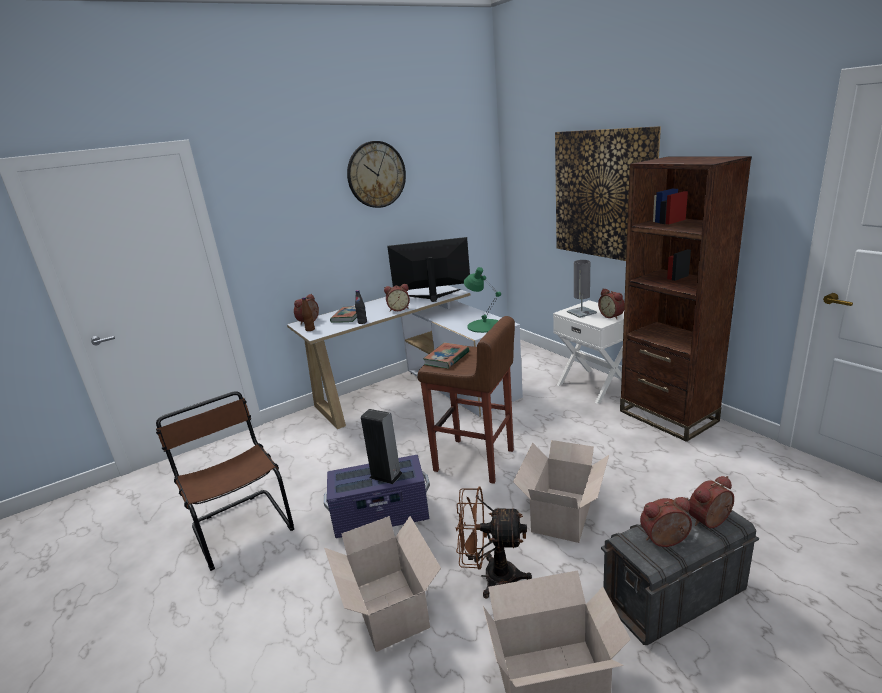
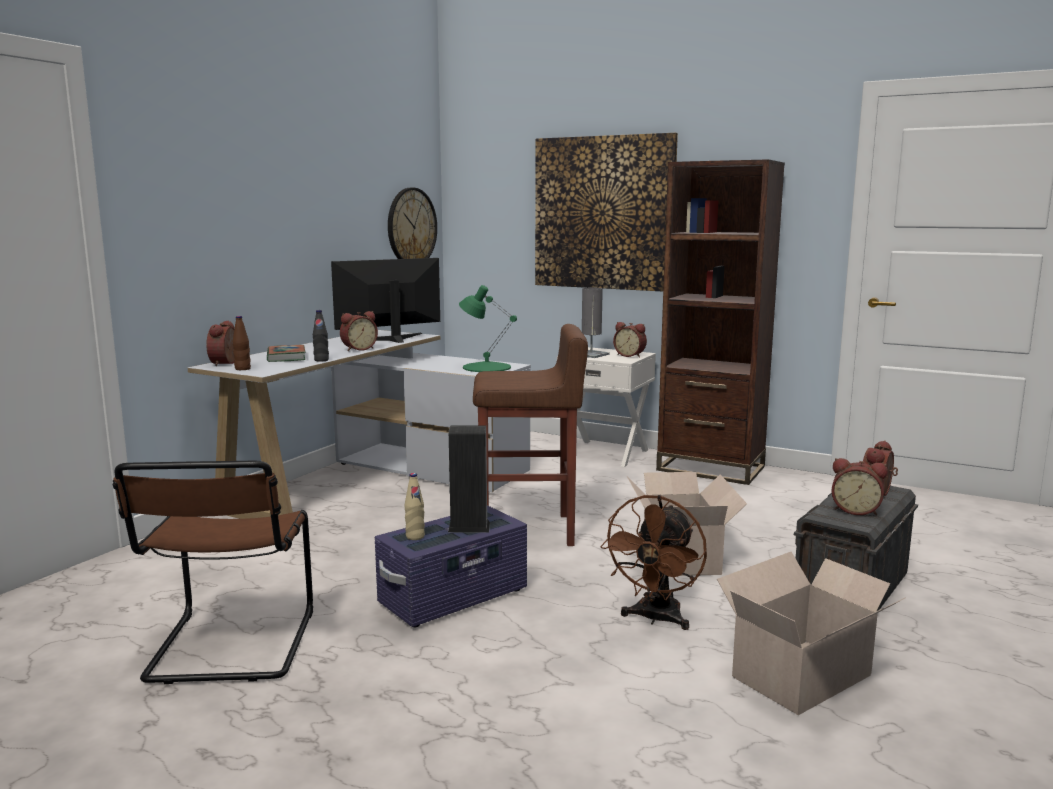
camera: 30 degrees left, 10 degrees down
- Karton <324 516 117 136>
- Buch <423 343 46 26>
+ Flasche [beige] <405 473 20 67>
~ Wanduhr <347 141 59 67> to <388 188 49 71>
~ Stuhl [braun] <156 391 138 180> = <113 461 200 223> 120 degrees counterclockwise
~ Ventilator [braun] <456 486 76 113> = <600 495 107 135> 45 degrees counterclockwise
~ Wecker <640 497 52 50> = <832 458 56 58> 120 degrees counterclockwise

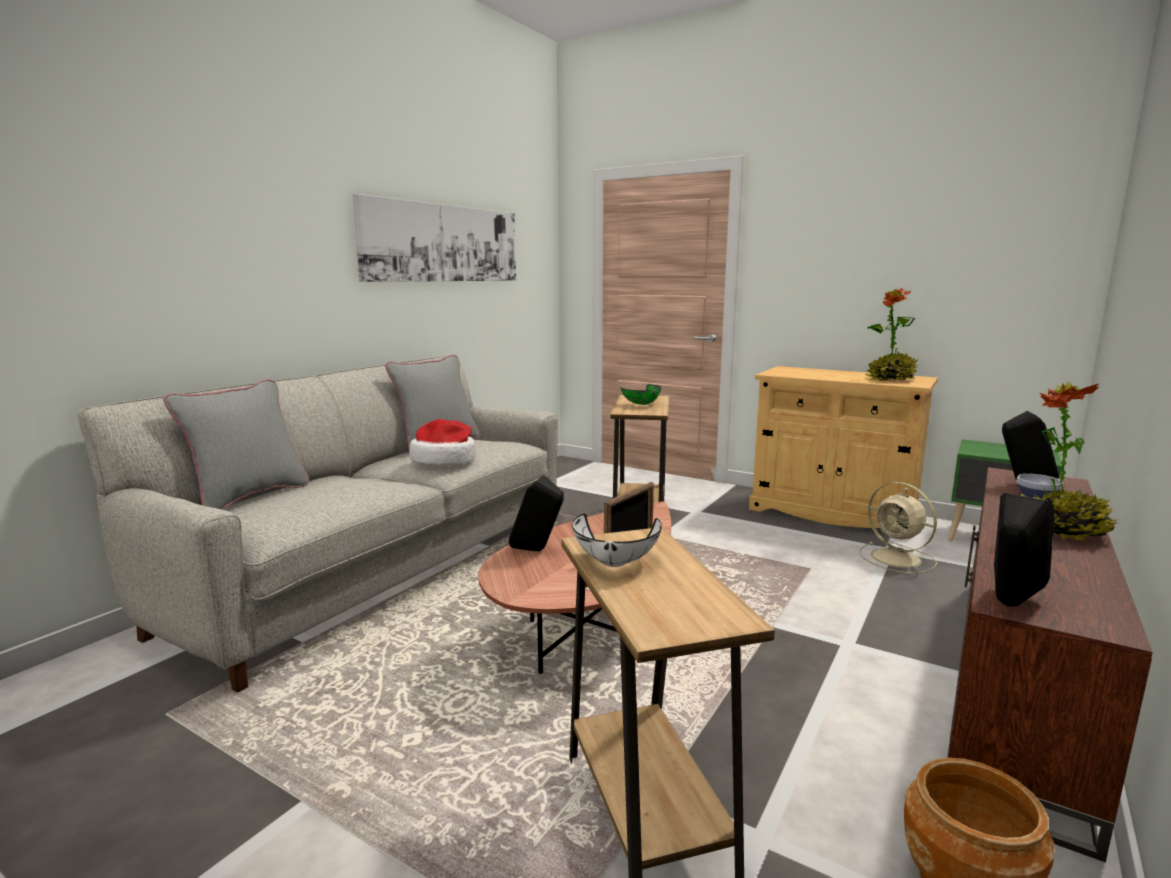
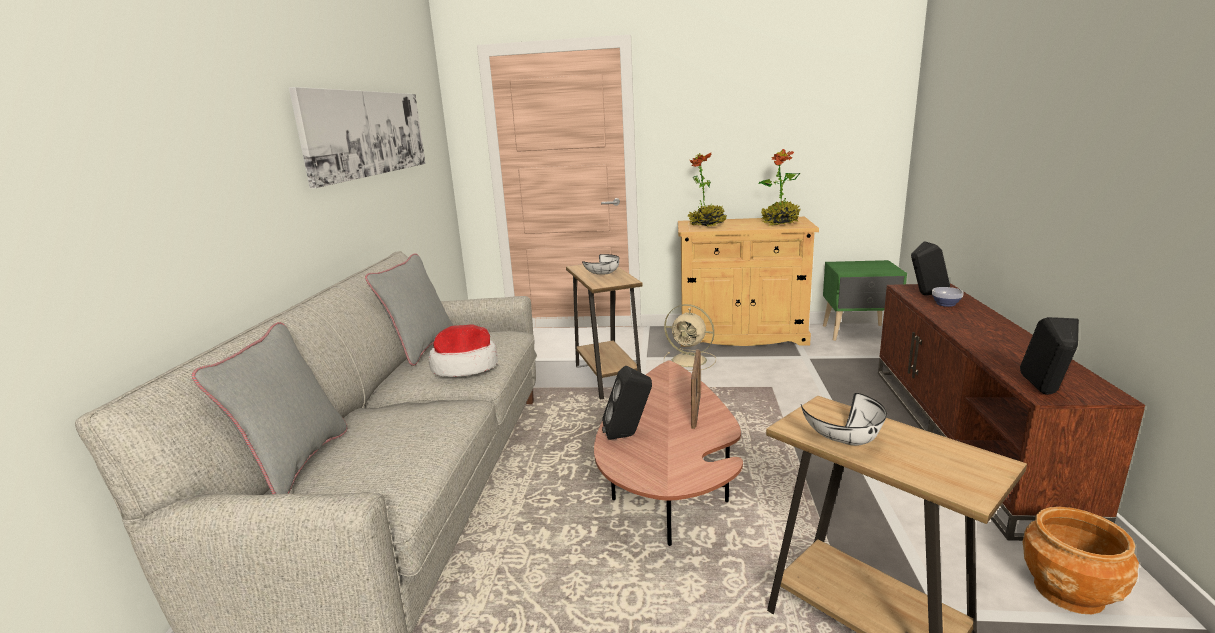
camera: 25 degrees left, 5 degrees up
~ Ventilator [beige] <859 482 78 91> to <664 304 52 67>
~ Topfpflanze <1021 382 98 160> to <688 153 39 73>
~ Schüssel [grün] <621 384 41 21> to Schüssel [weiß] <582 254 37 21>

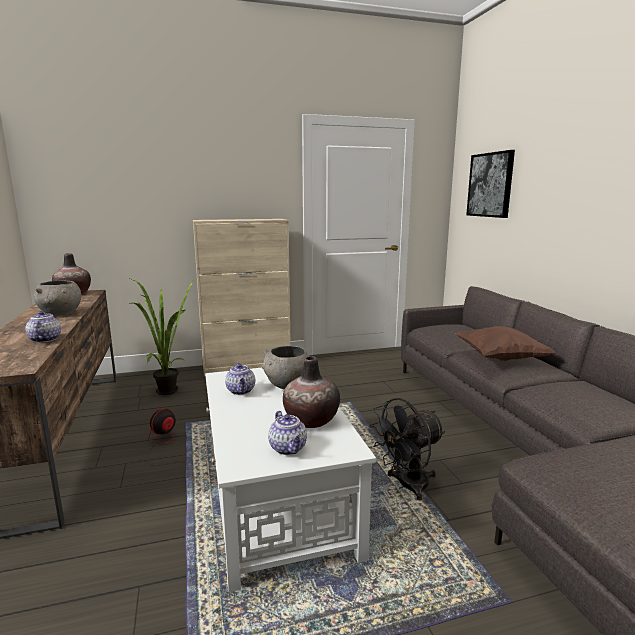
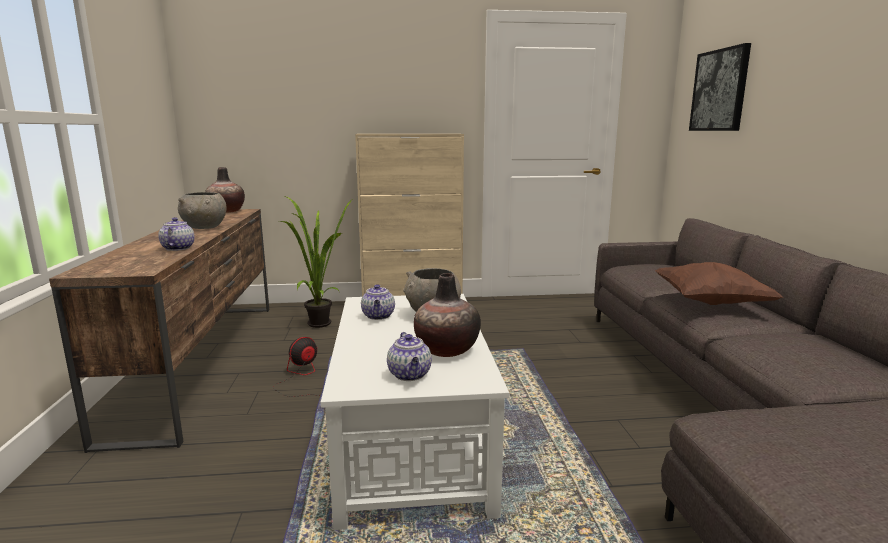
camera: 10 degrees right, 0 degrees up
- Ventilator [schwarz] <370 398 75 103>

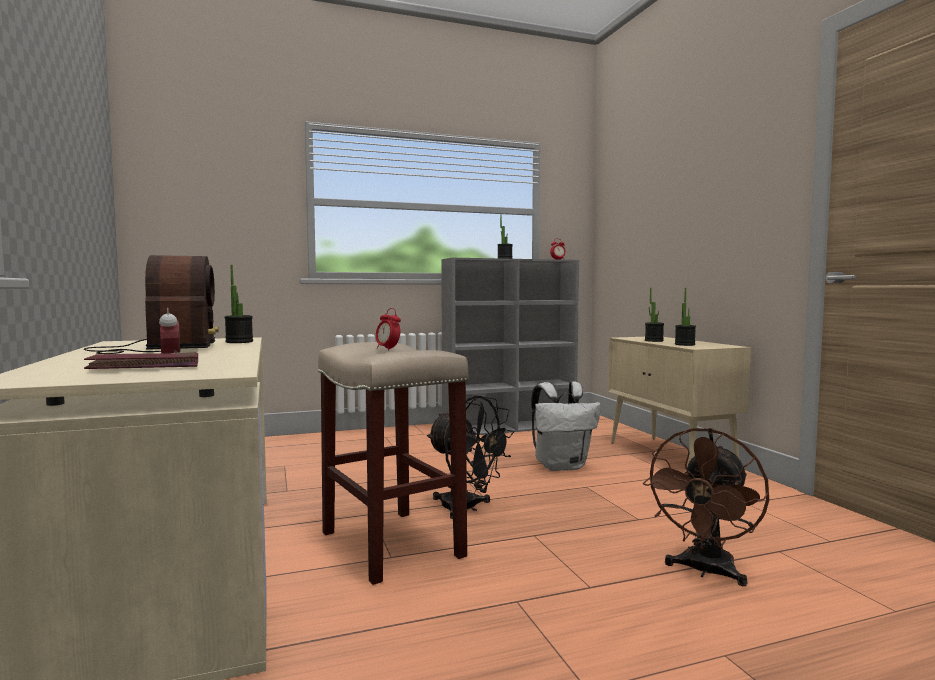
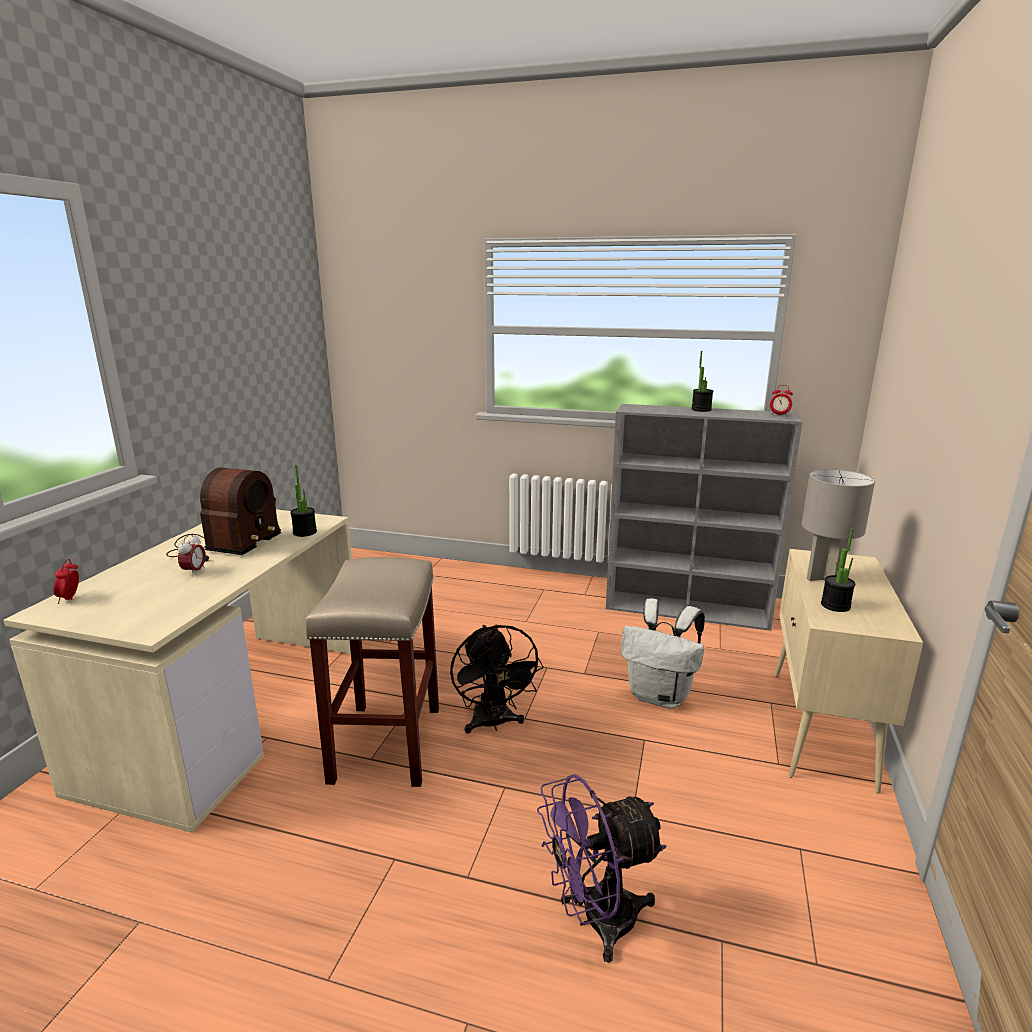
camera: 35 degrees right, 15 degrees up
- Buch [rot] <84 352 114 17>
~ Wecker <376 308 25 42> to <54 559 25 45>
~ Topfpflanze <645 288 19 54> to Tischlampe [grau] <802 469 73 112>
~ Ventilator [braun] <643 428 126 158> to Ventilator [lila] <537 774 129 189>

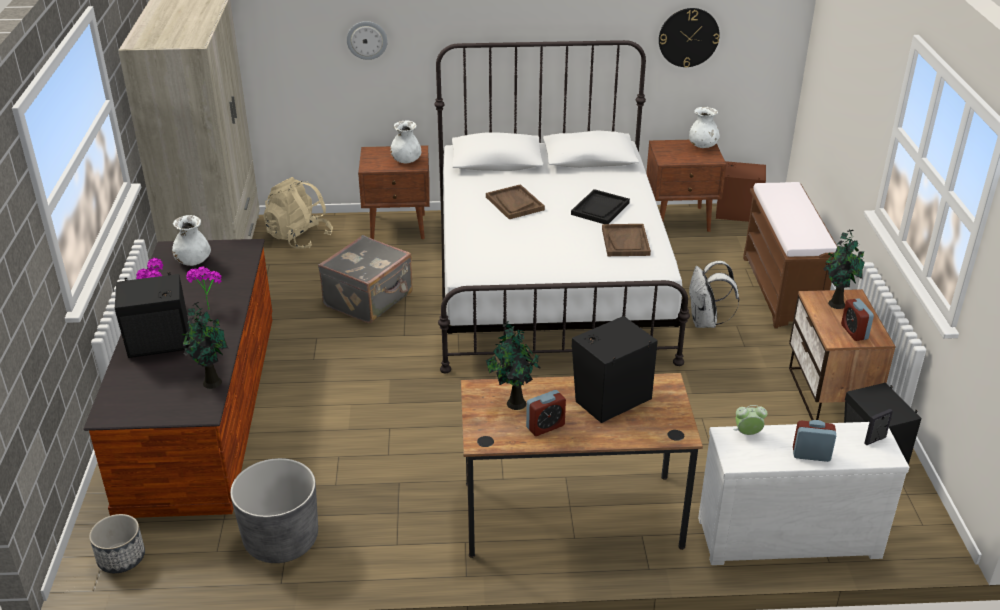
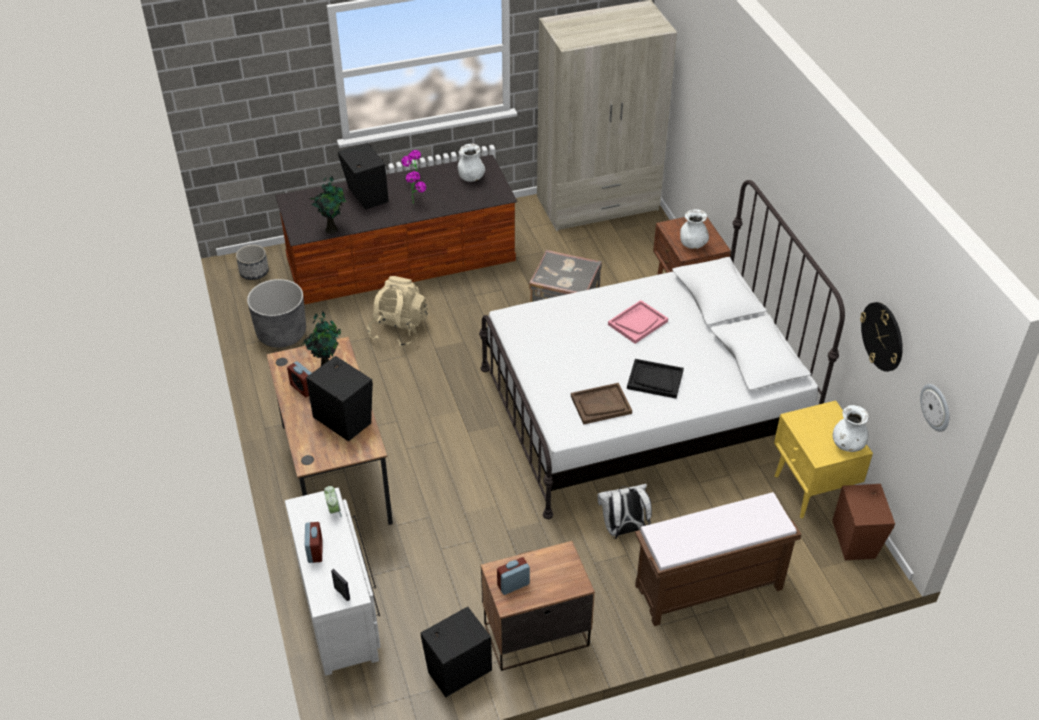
camera: 75 degrees right, 10 degrees up
- Topfpflanze <823 229 42 80>
~ Rucksack [beige] <263 177 70 72> to <367 276 61 71>
~ Wanduhr <347 21 41 39> to <920 384 29 48>
~ Tablett [braun] <486 184 59 35> to Tablett [rosa] <608 300 60 44>
~ Nachttisch [braun] <646 140 80 92> to Nachttisch [gelb] <774 400 99 118>

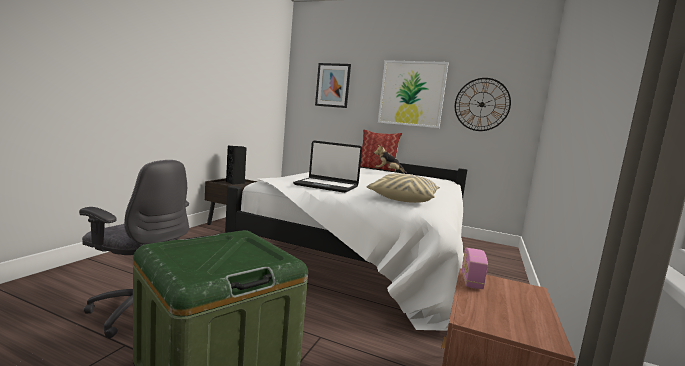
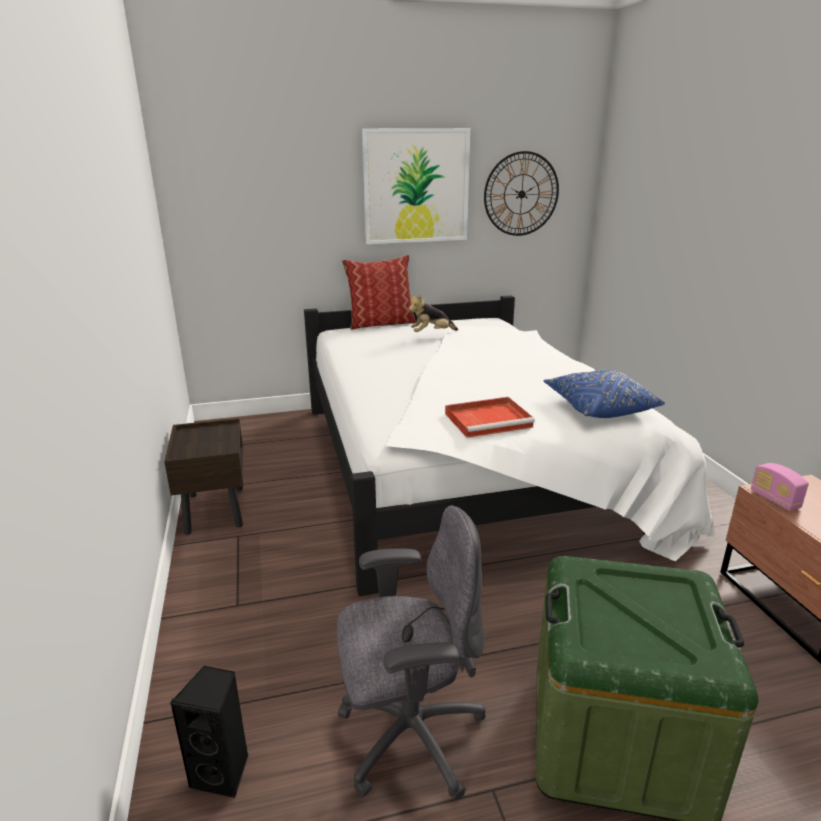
camera: 35 degrees left, 15 degrees up
- Bild <315 63 36 45>
~ Lautsprecher [schwarz] <226 146 21 39> to <170 665 78 134>
~ Laptop <293 141 69 52> to Tablett [rot] <445 397 90 41>
~ Kissen [beige] <367 174 73 29> to Kissen [blau] <544 370 121 48>

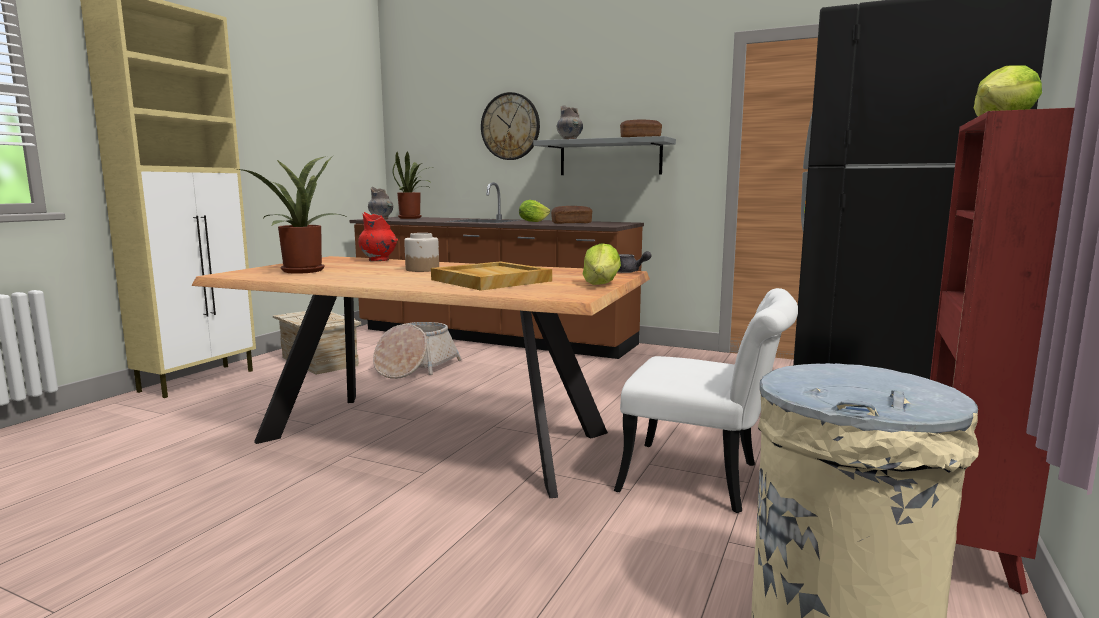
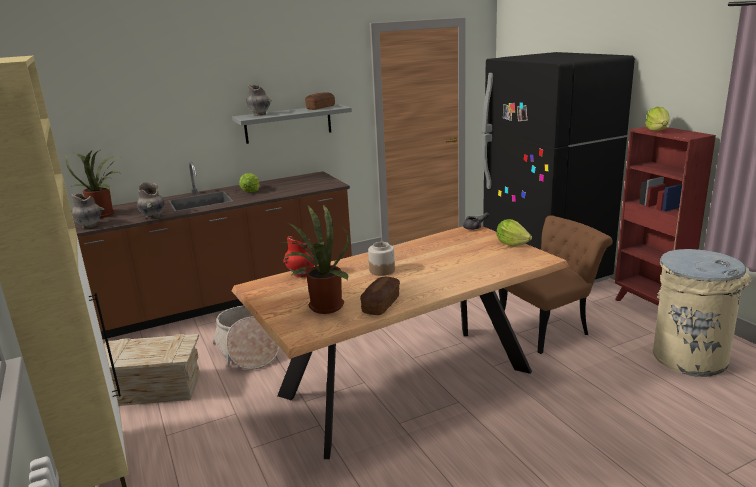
camera: 50 degrees left, 10 degrees up
- Tablett [beige] <431 262 121 29>
- Wanduhr <481 92 59 68>
+ Vase [grau] <137 182 28 37>
~ Brot <551 206 41 18> to <360 277 40 38>
~ Stuhl [weiß] <614 288 184 225> to Stuhl [braun] <499 215 114 139>

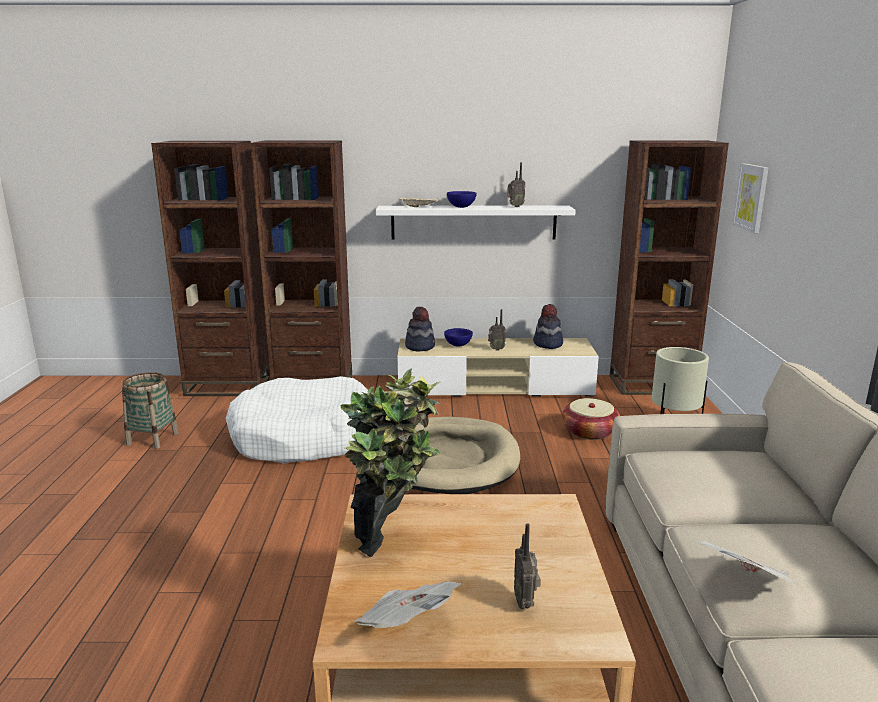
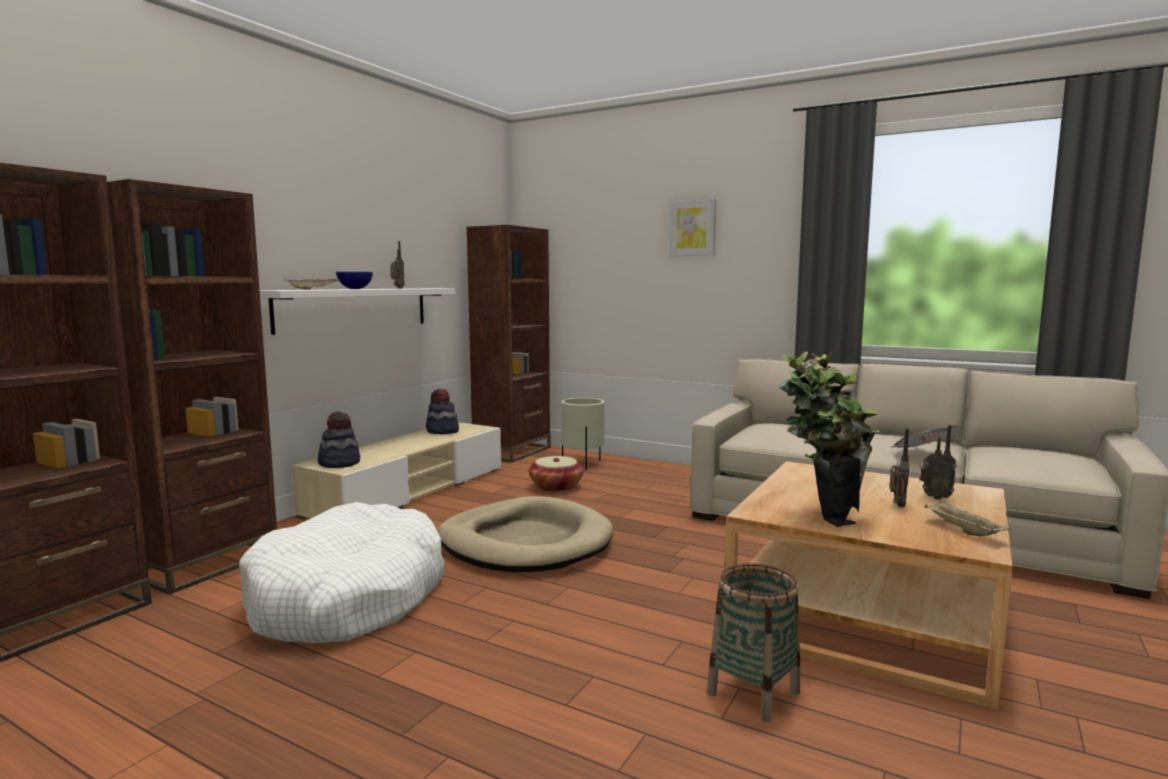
camera: 60 degrees left, 10 degrees down
- Schüssel [blau] <444 328 29 18>
~ Korb <122 372 57 77> to <707 563 93 159>
~ Radio <488 309 18 42> to <889 428 20 79>
~ Bild <732 163 36 70> to <669 198 47 58>
~ Zeitung <353 581 108 47> to Tablett [beige] <924 501 88 35>

